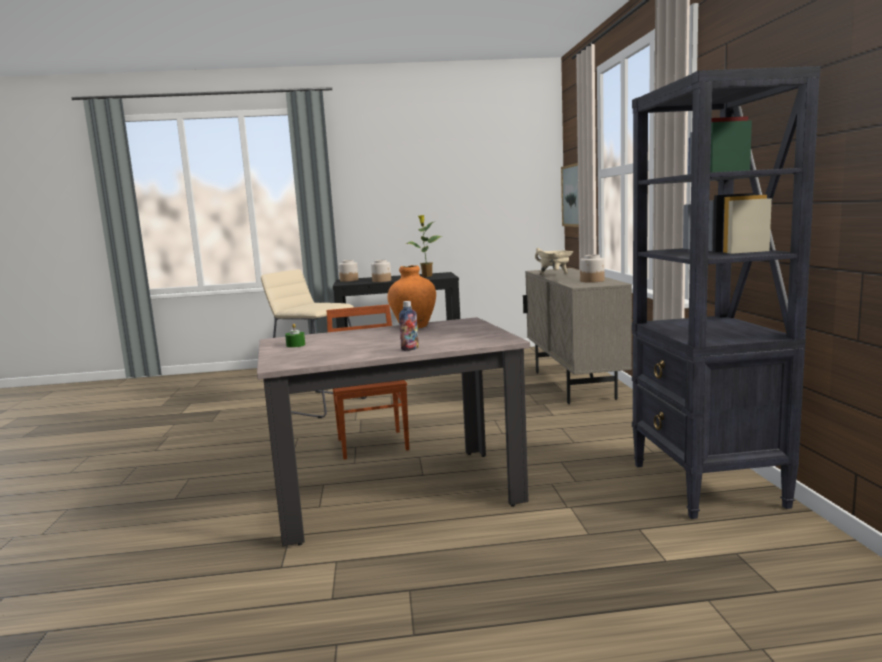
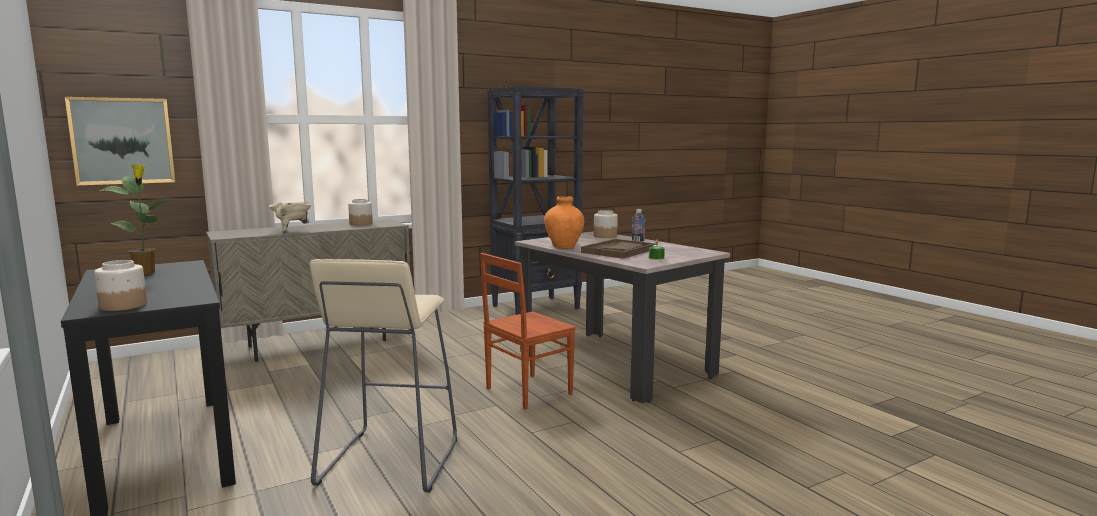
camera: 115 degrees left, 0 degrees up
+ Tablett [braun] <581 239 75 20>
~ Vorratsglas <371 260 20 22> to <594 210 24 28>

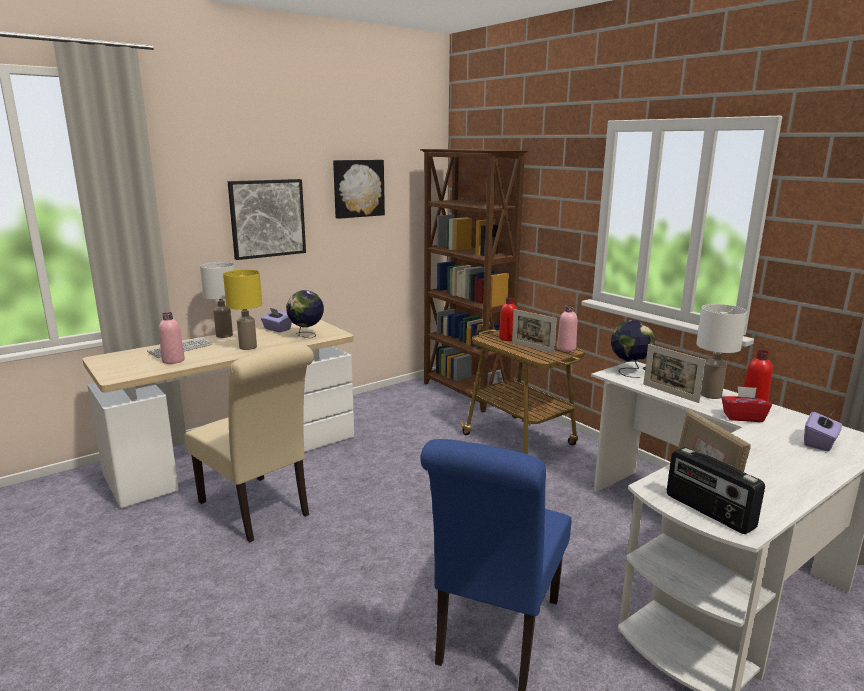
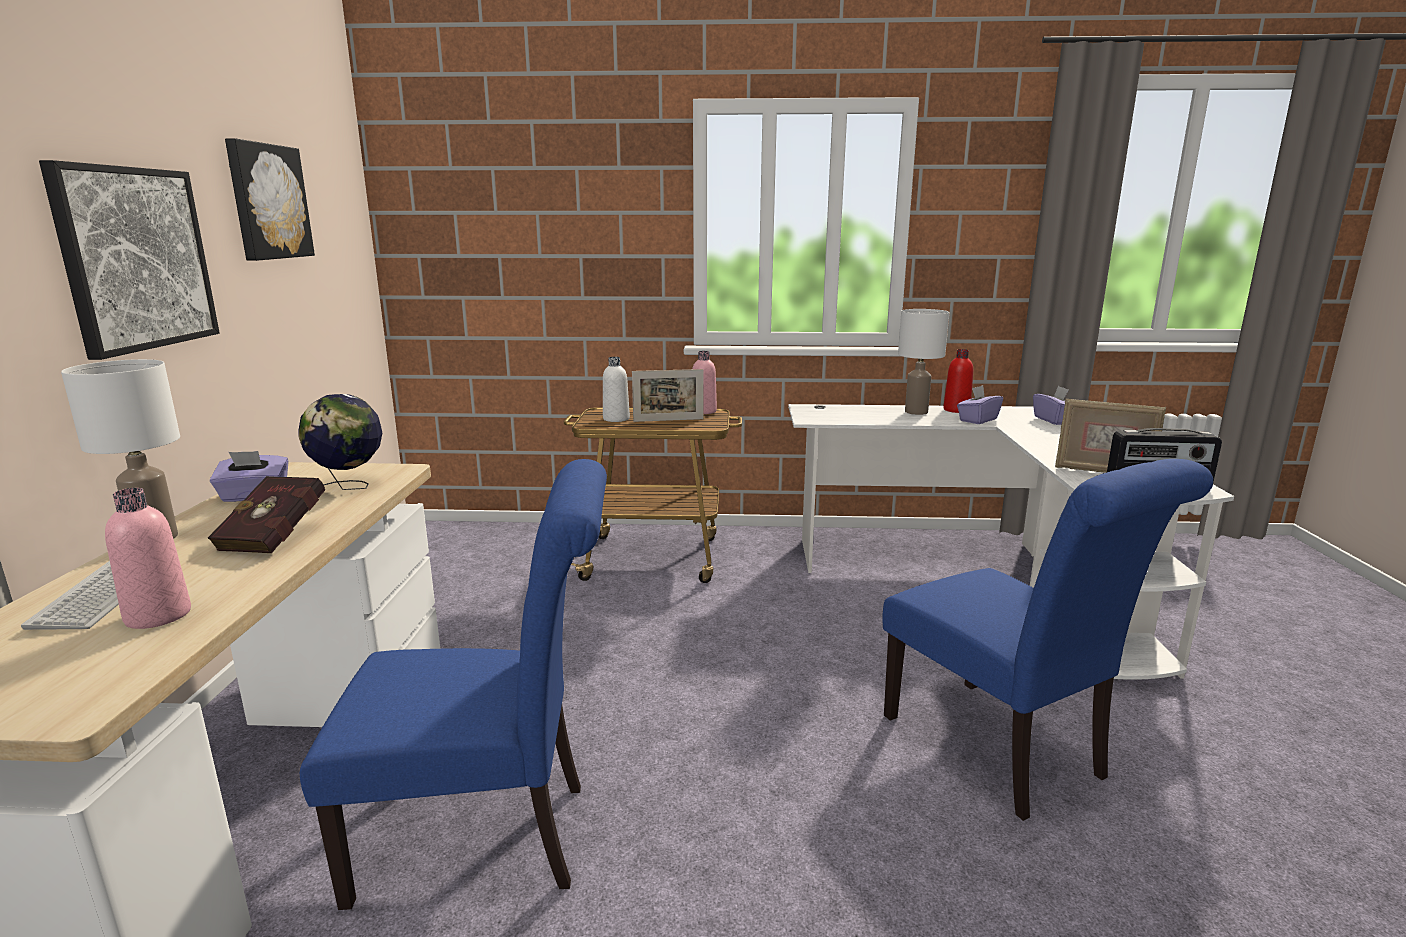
camera: 50 degrees left, 0 degrees up
- Bücherregal [braun] <420 149 108 263>
- Globus <611 320 44 58>
- Bilderrahmen <643 344 63 59>
~ Tischlampe [gelb] <223 269 39 81> to Buch [rot] <208 476 117 77>
~ Stuhl [beige] <184 345 130 197> to Stuhl [blau] <300 459 307 451>
~ Flasche [rot] <499 297 18 44> to Flasche [weiß] <603 357 27 65>
~ Taschentuchbox [rot] <721 386 51 36> to Taschentuchbox [lila] <957 385 46 39>

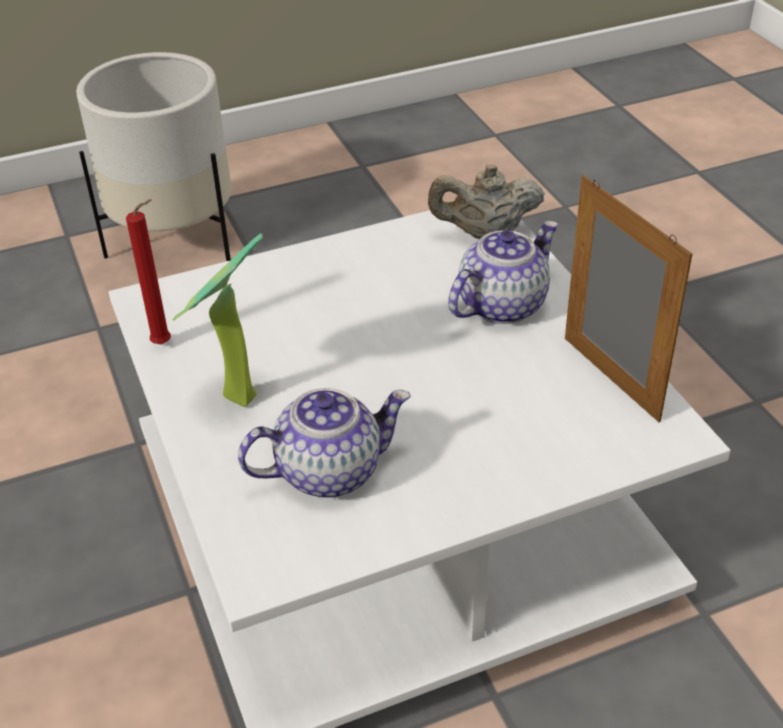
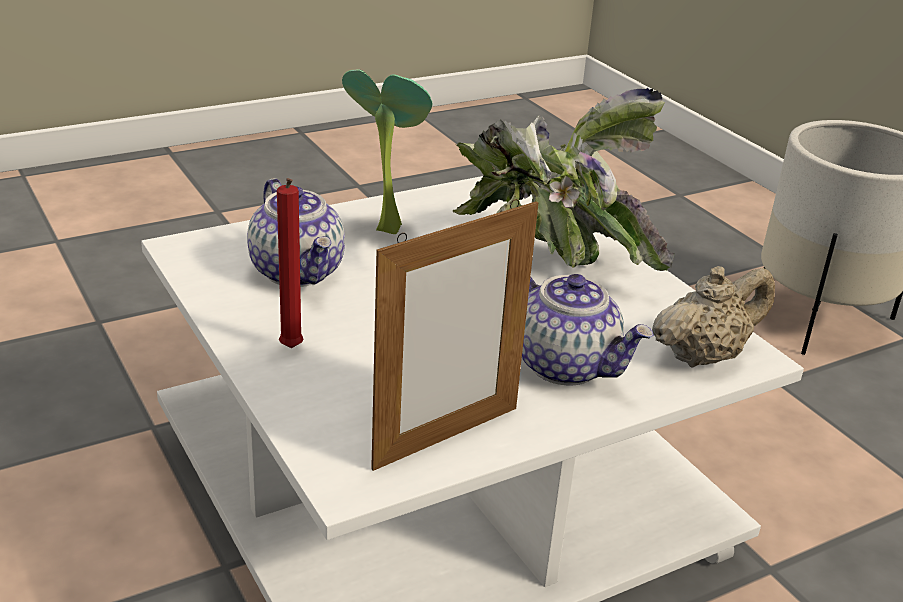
camera: 80 degrees right, 10 degrees down
+ Topfpflanze <453 88 222 183>
~ Kerze [rot] <126 199 45 145> to <277 178 27 170>
~ Teekanne [beige] <428 164 117 75> = <652 266 123 102> 75 degrees clockwise

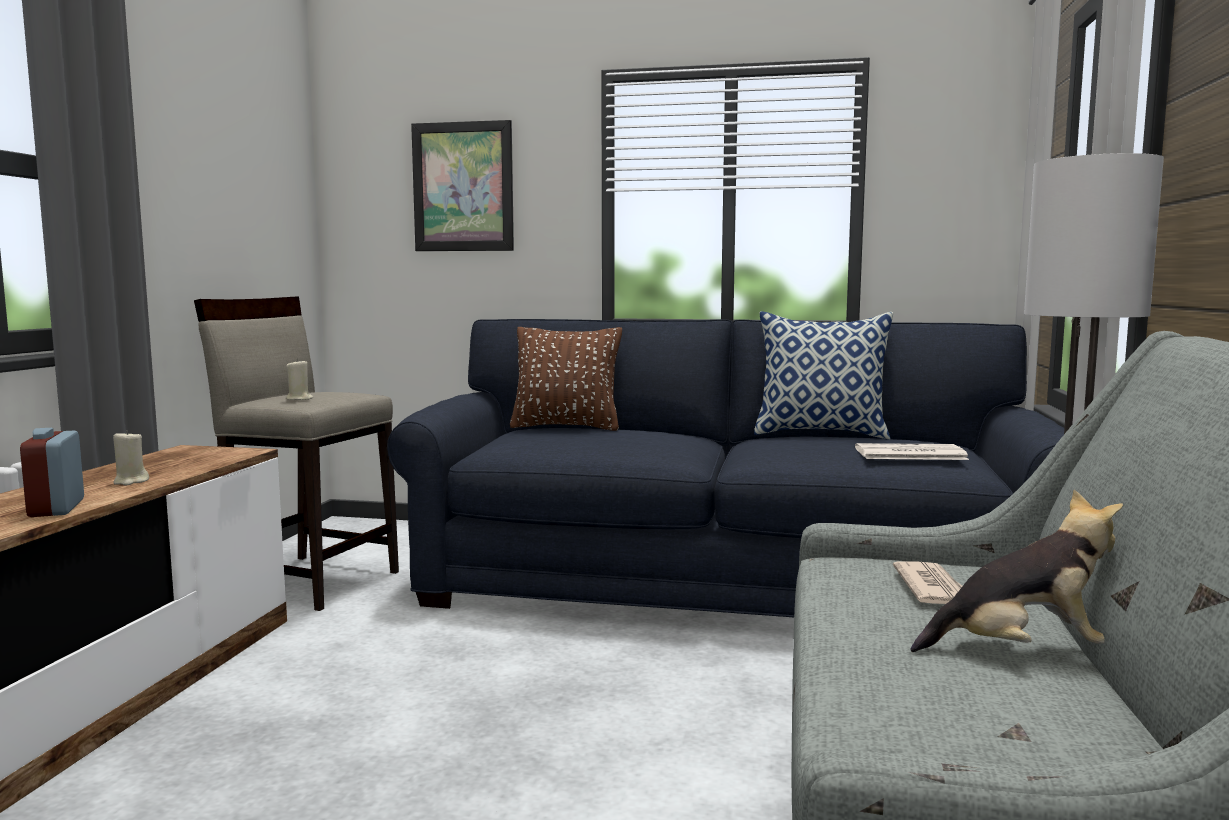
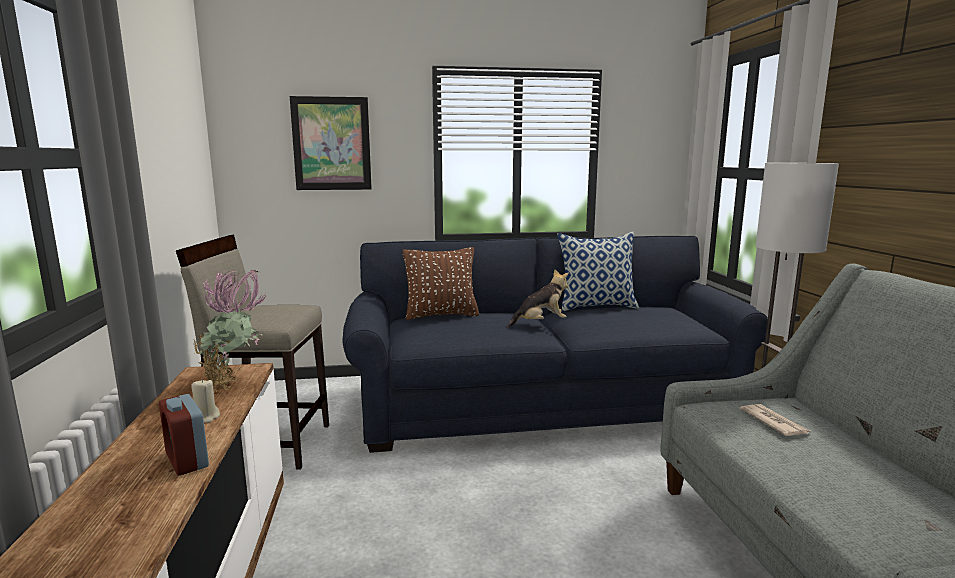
camera: 20 degrees left, 5 degrees up
- Kerze [beige] <286 359 27 41>
- Zeitung <855 443 114 17>
+ Topfpflanze <194 269 74 123>
~ Plüschtier <910 490 213 162> to <507 269 62 59>

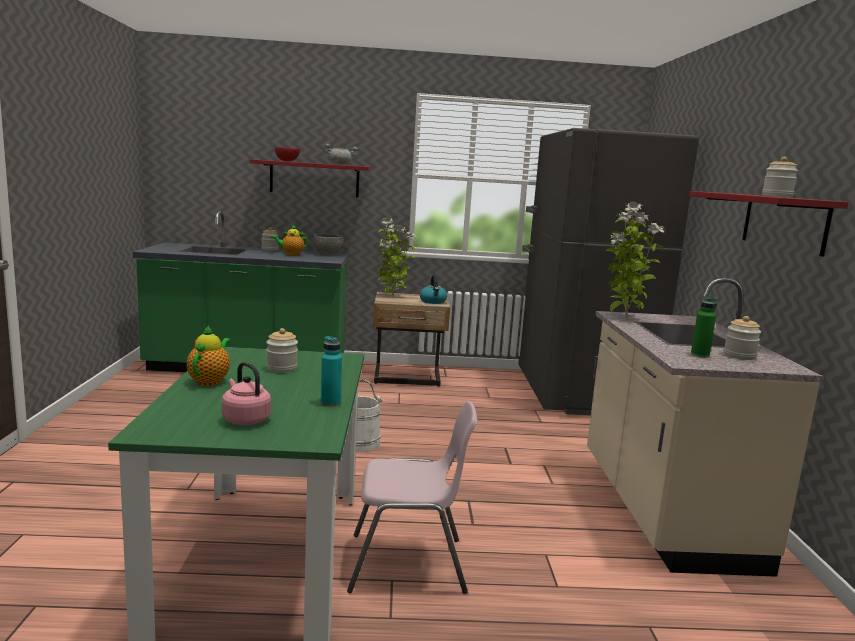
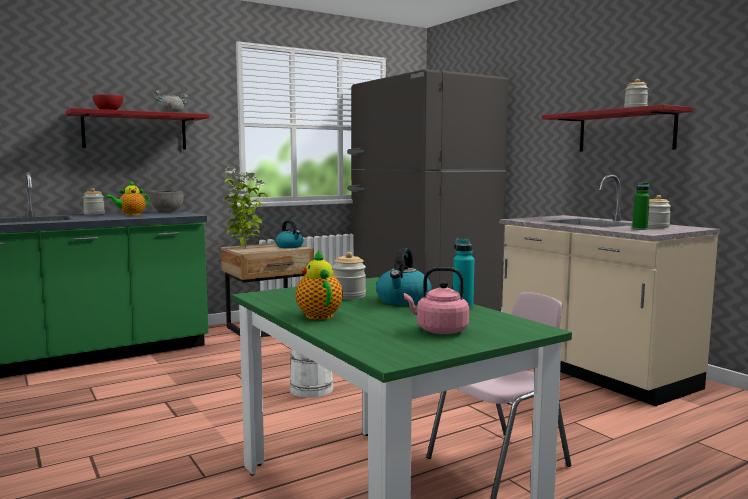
camera: 30 degrees left, 5 degrees down
- Topfpflanze <606 201 59 117>
+ Wasserkessel <376 248 55 57>

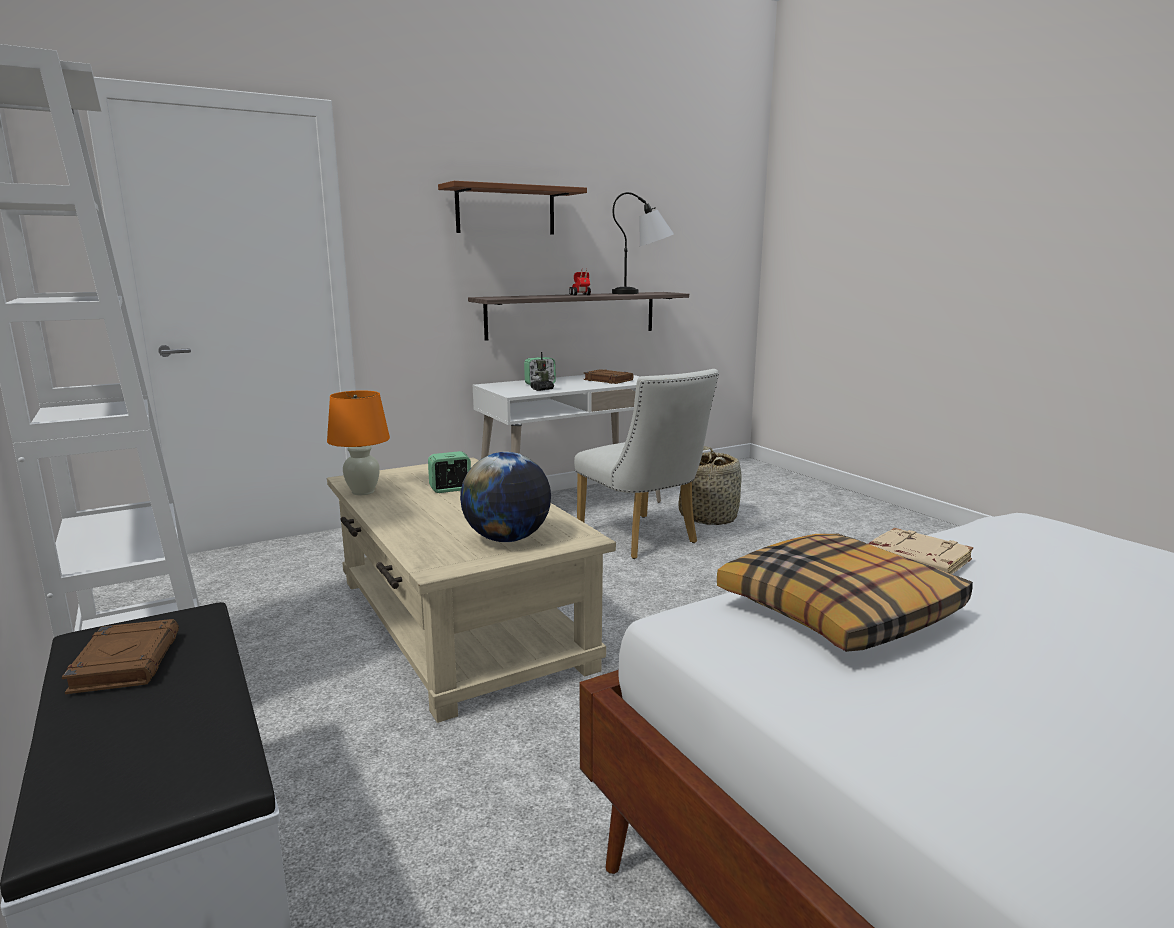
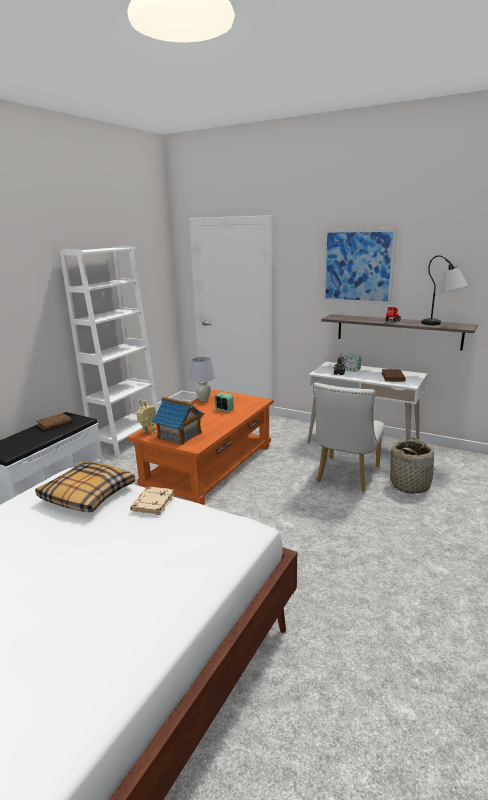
camera: 60 degrees right, 5 degrees up
+ Spielzeugroboter <137 399 20 36>
~ Wandregal [braun] <438 181 149 53> to Bild <323 229 74 76>
~ Globus <460 452 91 90> to Spielzeughaus <152 397 52 48>
~ Tischlampe [orange] <327 390 63 105> to Tischlampe [weiß] <190 357 25 44>
~ Couchtisch [beige] <327 457 289 266> to Couchtisch [orange] <128 390 146 115>

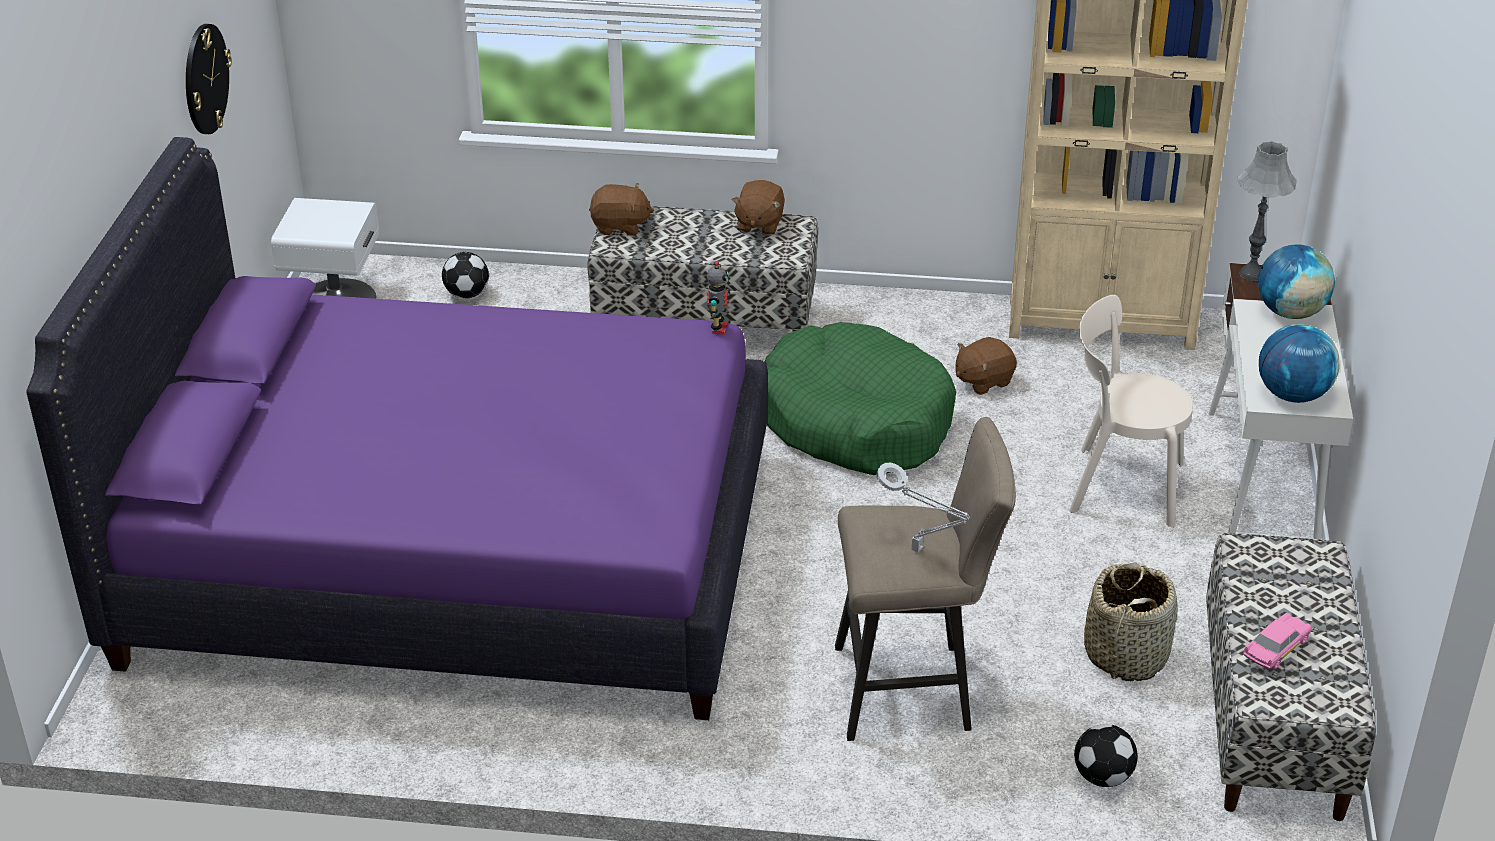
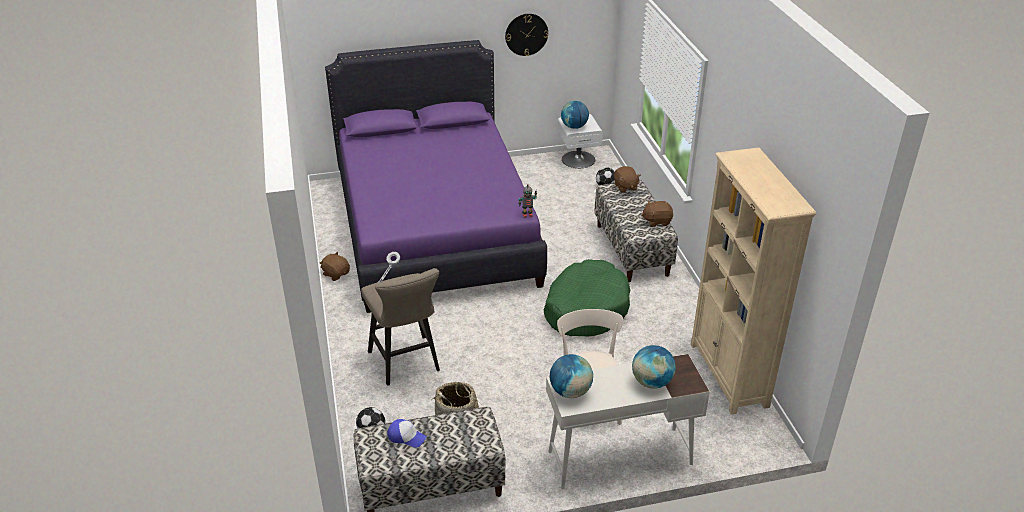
camera: 70 degrees right, 0 degrees up
- Tischlampe [grau] <1237 141 59 140>
+ Globus <561 101 28 28>
~ Plüschtier [braun] <955 337 62 58> to <320 252 30 29>
~ Spielzeugauto [rosa] <1243 613 68 56> to Kappe <387 419 40 28>

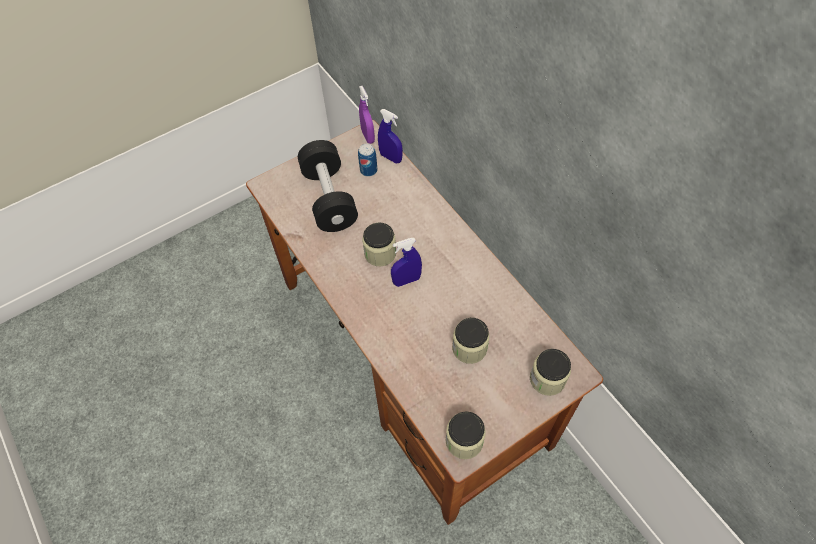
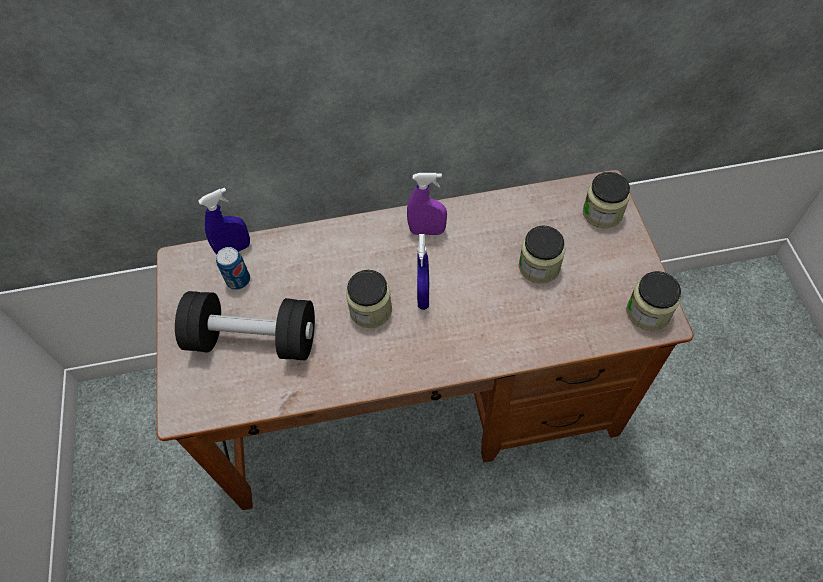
camera: 65 degrees left, 0 degrees up
~ Sprühflasche [lila] <359 86 16 58> to <407 173 40 62>

